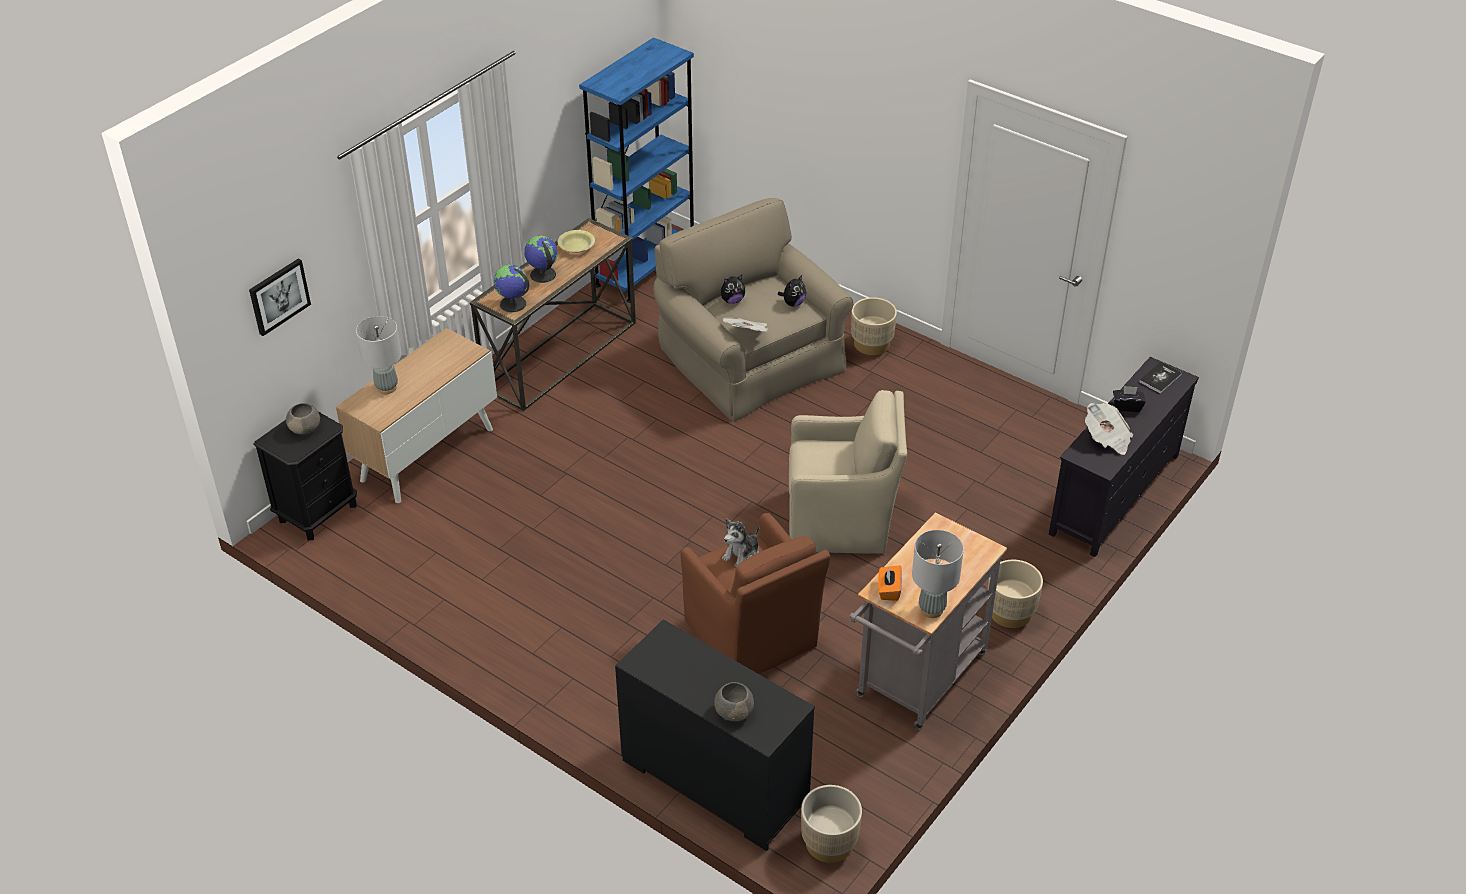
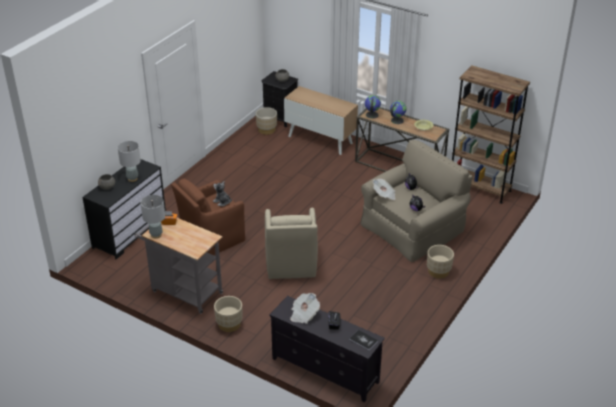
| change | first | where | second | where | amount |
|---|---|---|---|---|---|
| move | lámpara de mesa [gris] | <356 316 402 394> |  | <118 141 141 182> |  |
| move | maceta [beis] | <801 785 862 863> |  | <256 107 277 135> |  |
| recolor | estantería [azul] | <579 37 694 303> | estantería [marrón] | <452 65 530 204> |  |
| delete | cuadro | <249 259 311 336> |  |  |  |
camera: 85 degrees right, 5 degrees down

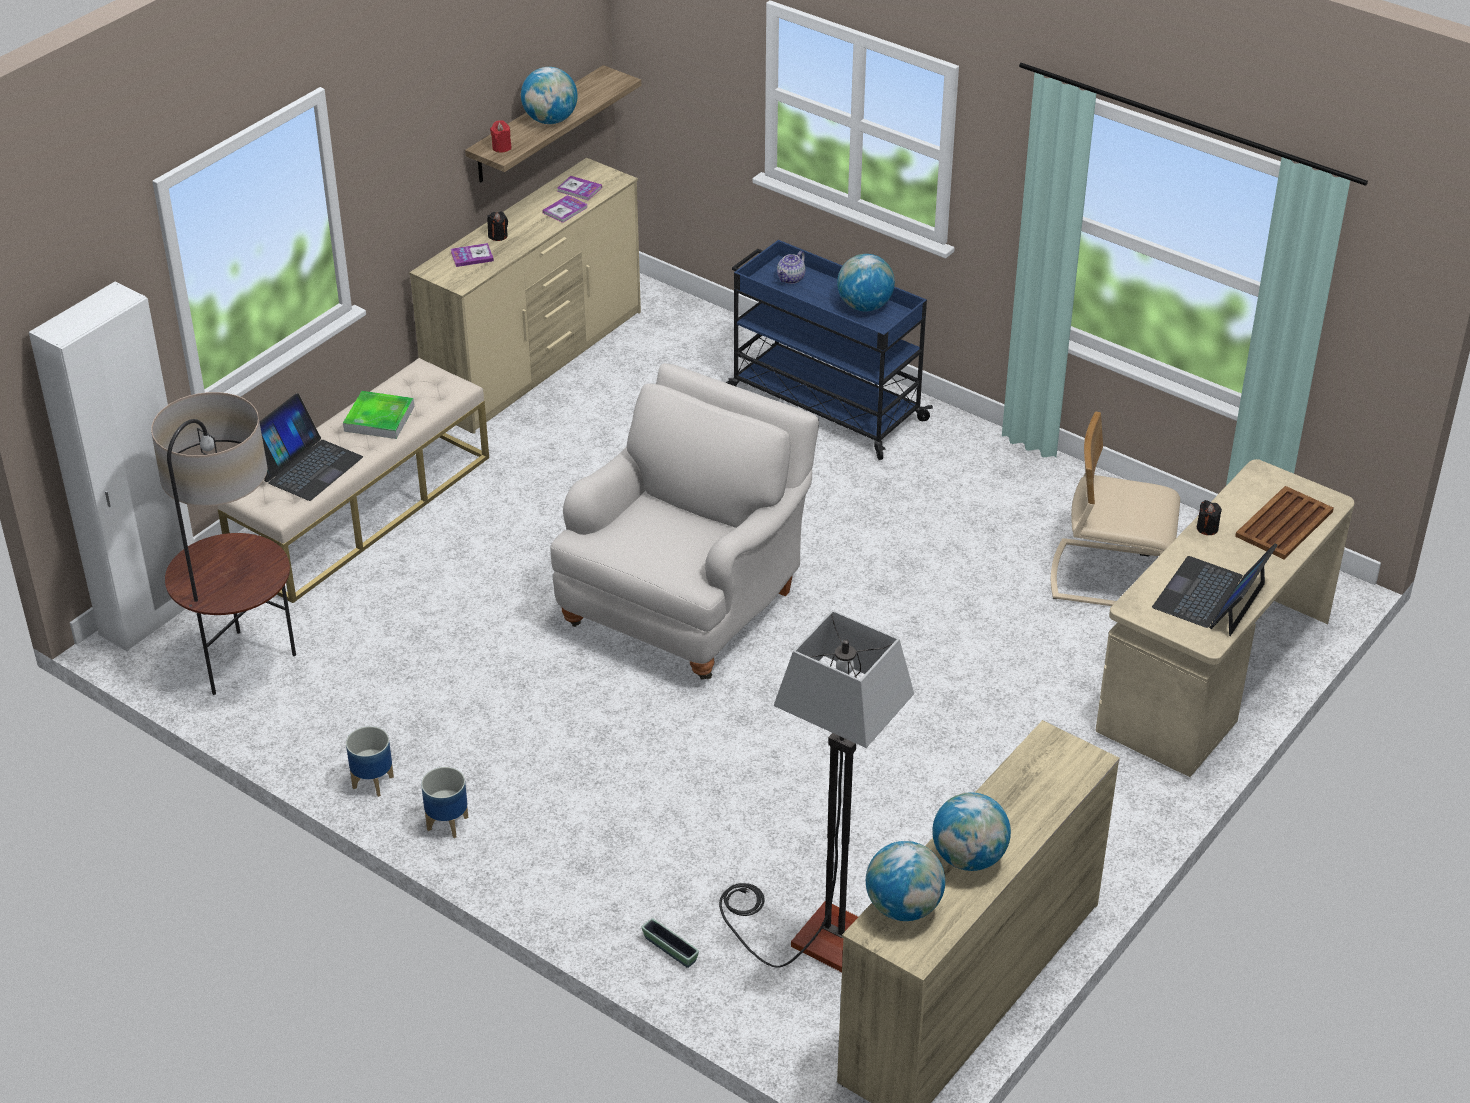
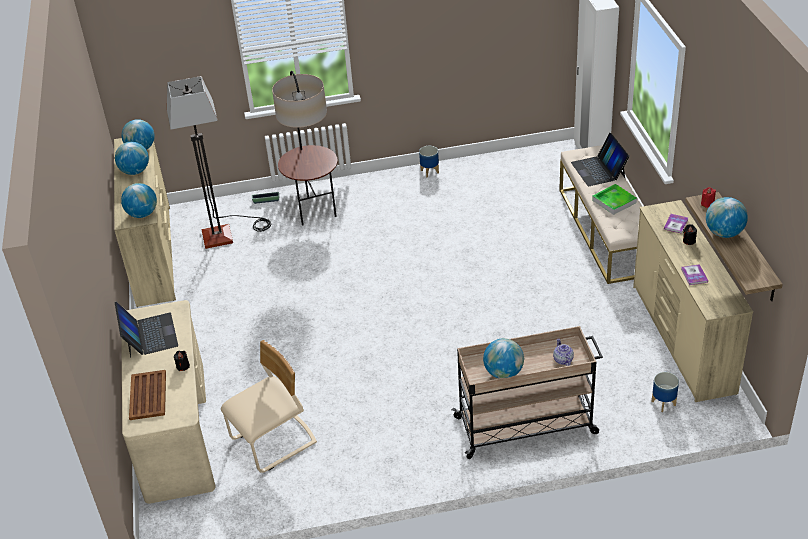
| change | first | where | second | where | amount |
|---|---|---|---|---|---|
| insert |  |  | globo terráqueo | <121 183 157 218> |  |
| move | lámpara de pie | <151 392 296 695> |  | <272 71 338 225> |  |
| recolor | carrito [azul] | <726 240 933 460> | carrito [beis] | <452 326 603 459> |  |
| move | maceta | <421 767 468 838> |  | <651 372 679 412> |  |
| delete | sillón [blanco] | <550 363 819 680> |  |  |  |
| delete | libro | <557 176 602 200> |  |  |  |
camera: 135 degrees right, 0 degrees up

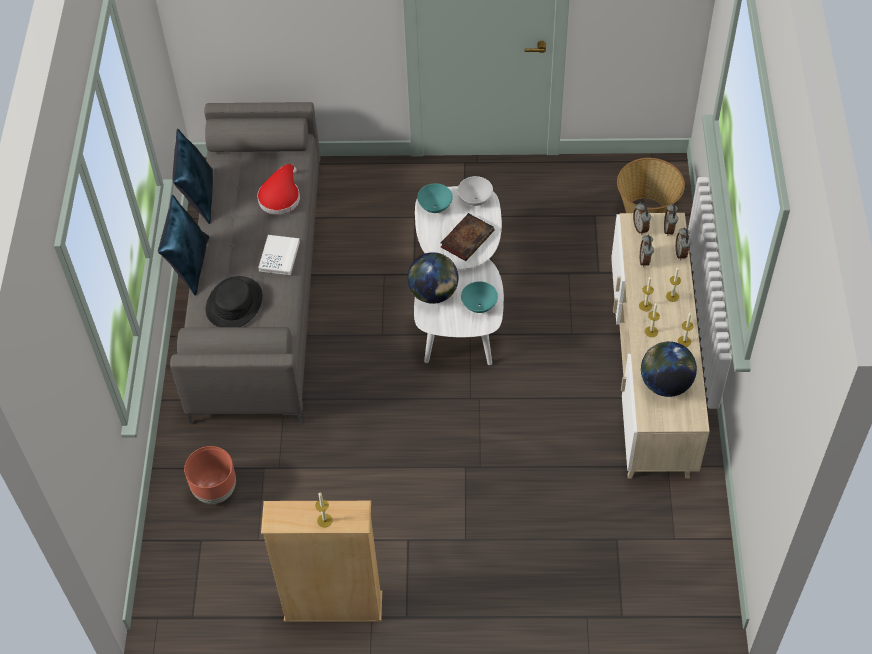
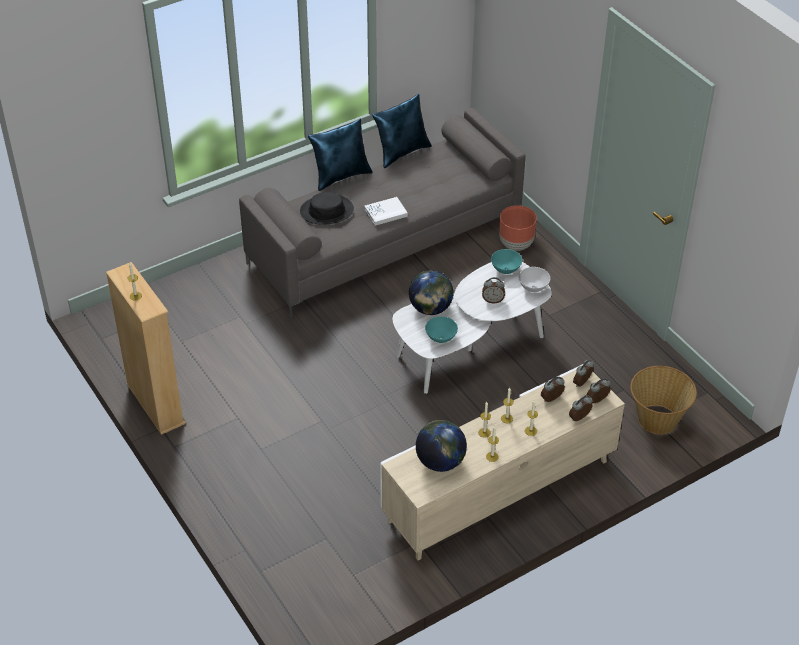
| change | first | where | second | where | amount |
|---|---|---|---|---|---|
| replace | libro | <441 213 494 261> | despertador | <482 277 505 304> |  |
| move | maceta [marrón] | <184 446 236 504> |  | <499 205 537 251> |  |
| delete | sombrero [rojo] | <257 164 300 215> |  |  |  |
camera: 55 degrees right, 10 degrees down

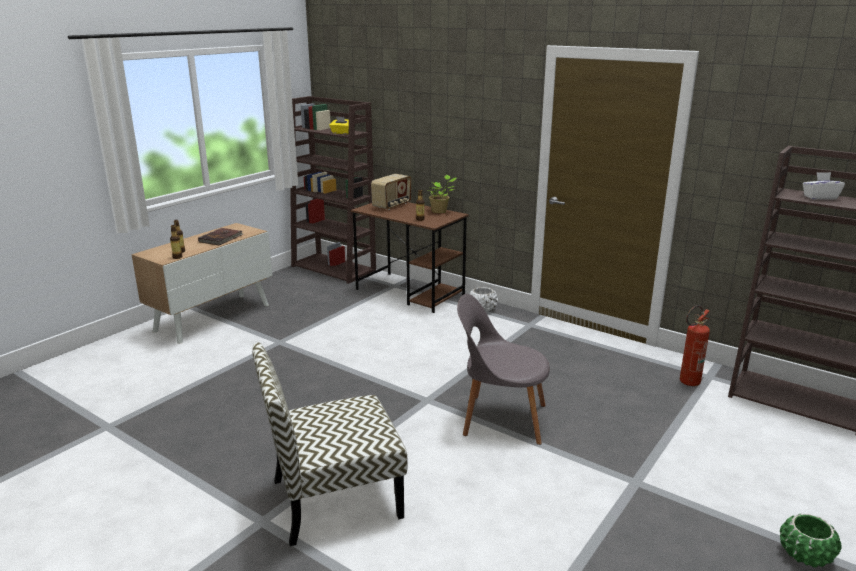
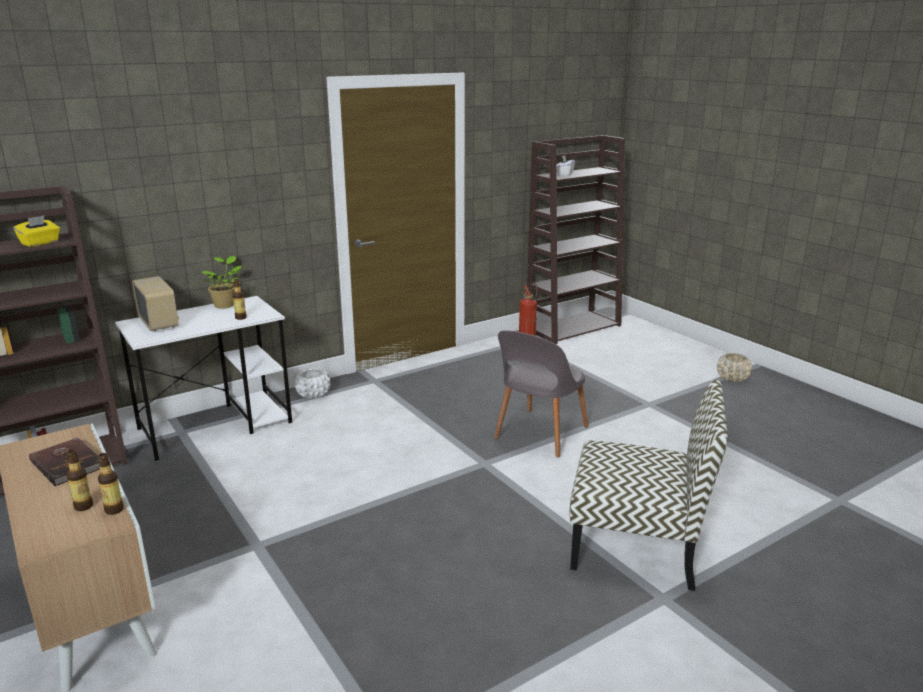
| change | first | where | second | where | amount |
|---|---|---|---|---|---|
| recolor | escritorio [marrón] | <351 202 469 313> | escritorio [blanco] | <115 296 292 461> |  |
| rotate | silla | <252 343 407 546> |  | <569 379 728 591> | 75 degrees counterclockwise |
| recolor | maceta [verde] | <780 514 842 567> | maceta [beis] | <717 353 752 382> |  |
camera: 70 degrees left, 0 degrees up

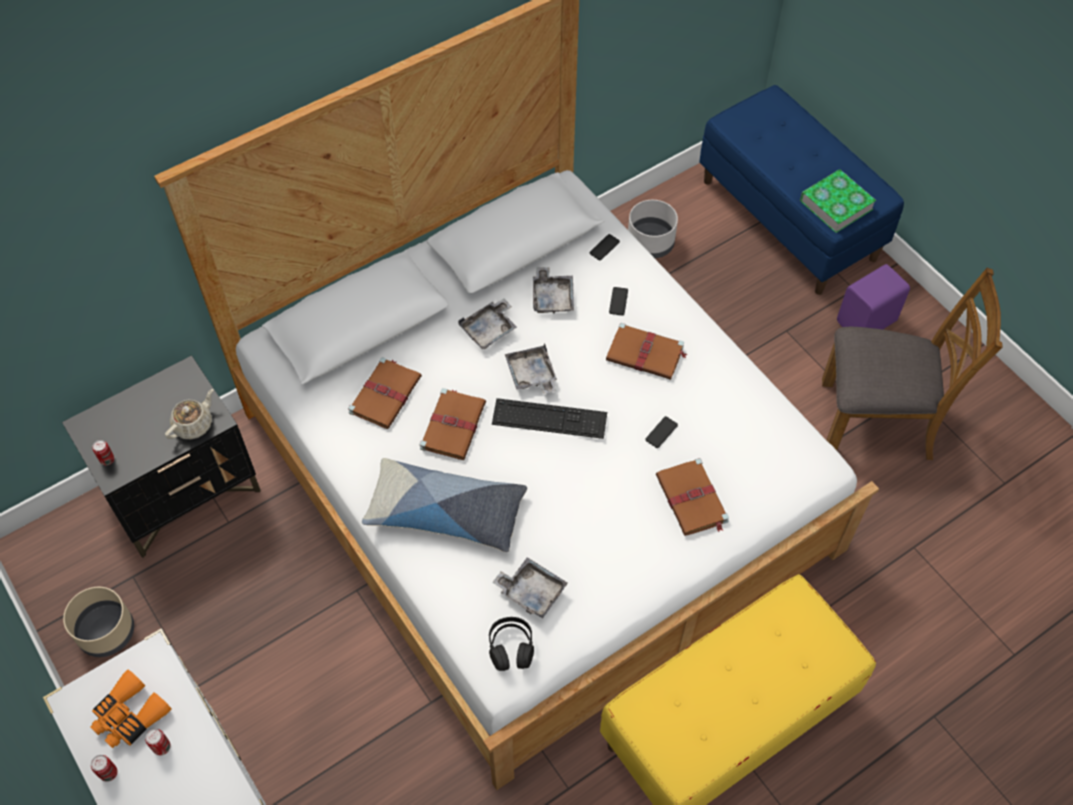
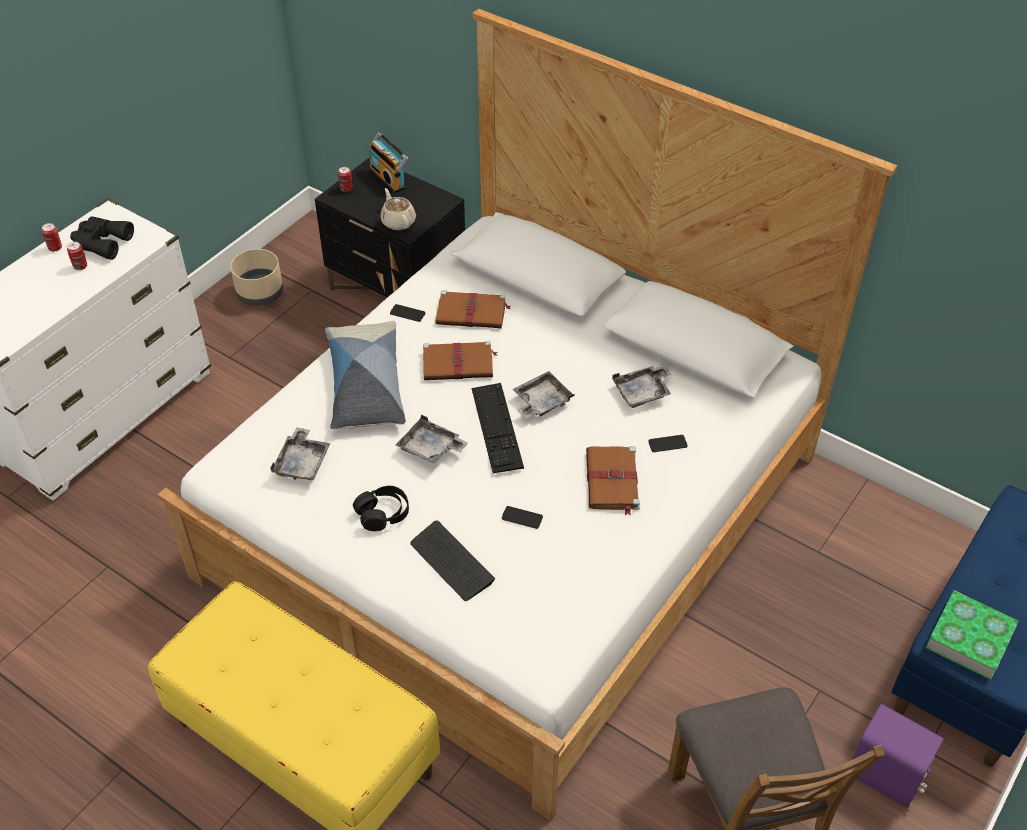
| change | first | where | second | where | amount |
|---|---|---|---|---|---|
| recolor | prismáticos [naranja] | <90 670 171 748> | prismáticos [negro] | <70 216 134 260> |  |
| move | auriculares [negro] | <489 617 534 671> |  | <353 486 409 531> |  |
| insert |  |  | radio | <369 132 408 194> |  |
| rotate | tetera [beis] | <165 389 213 439> |  | <380 188 416 230> | 135 degrees counterclockwise |
| move | móvil | <589 234 620 260> |  | <390 304 425 322> |  |
| move | bandeja [gris] | <458 299 517 350> |  | <396 415 468 464> |  |
| replace | libro [marrón] | <656 458 729 536> | teclado | <410 521 495 601> |  |
| delete | maceta [gris] | <628 200 678 258> |  |  |  |
camera: 70 degrees right, 10 degrees down

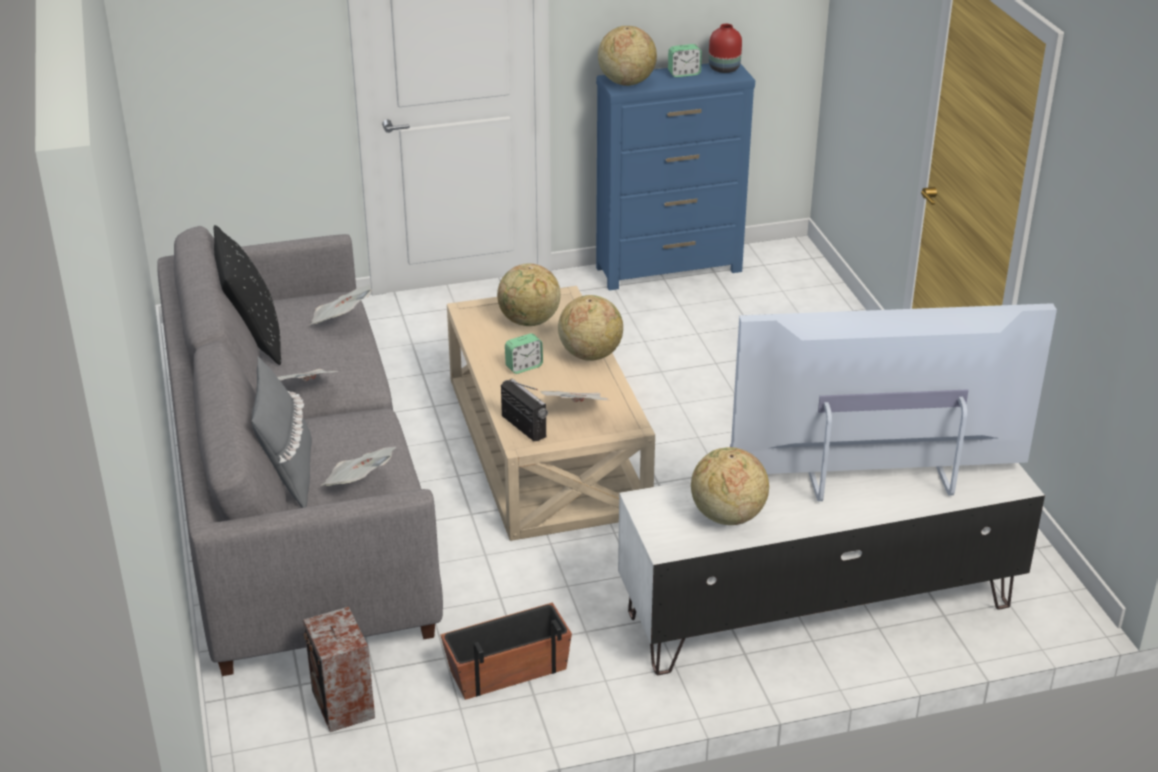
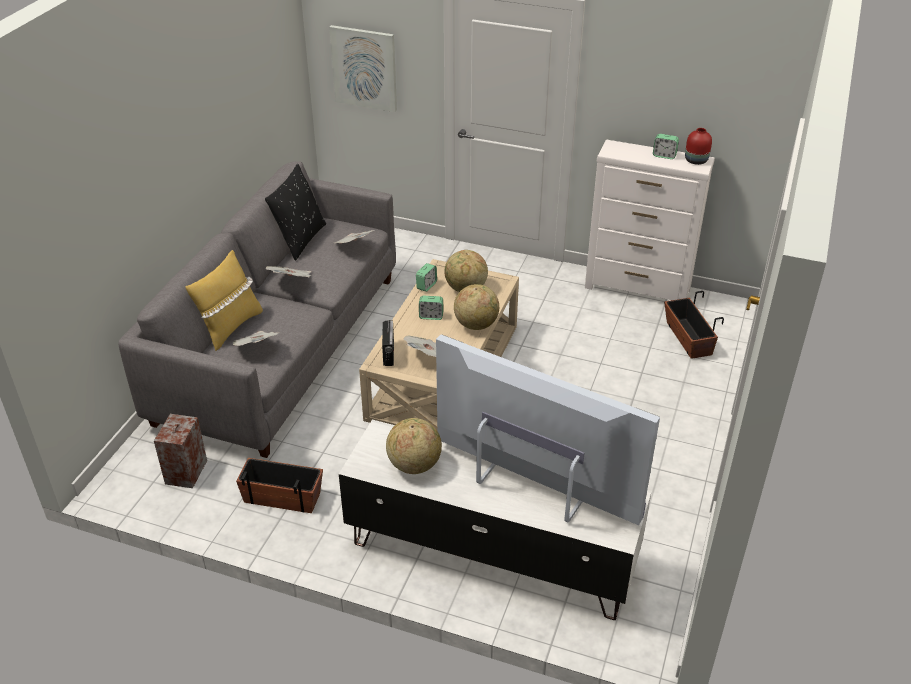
| change | first | where | second | where | amount |
|---|---|---|---|---|---|
| recolor | cojín [gris] | <251 356 312 508> | cojín [amarillo] | <185 250 263 351> |  |
| insert |  |  | cuadro | <329 25 397 112> |  |
| insert |  |  | despertador | <416 263 437 292> |  |
| recolor | cómoda [azul] | <596 63 755 290> | cómoda [blanco] | <585 140 715 300> |  |
| insert |  |  | maceta | <664 291 724 359> |  |
| delete | globo terráqueo | <598 26 657 86> |  |  |  |
camera: 35 degrees right, 5 degrees up

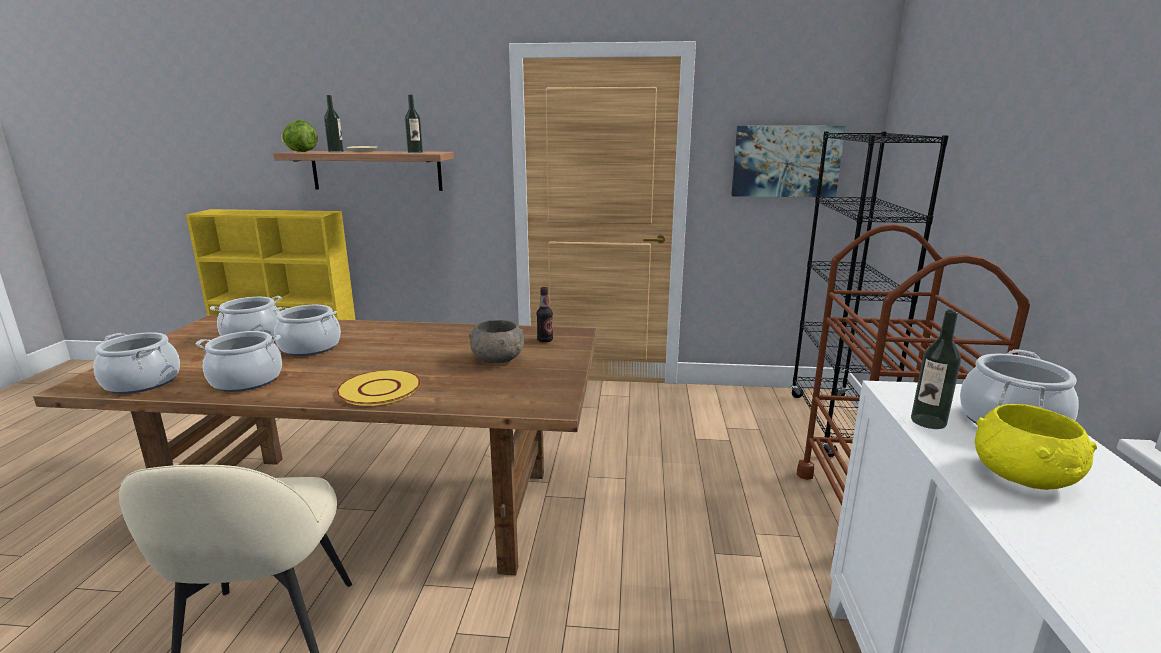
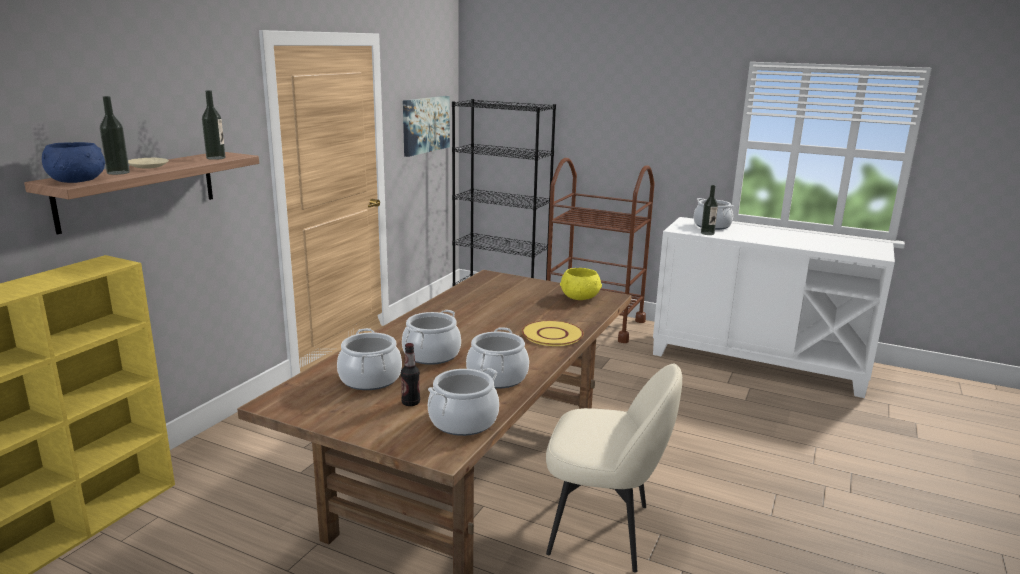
| change | first | where | second | where | amount |
|---|---|---|---|---|---|
| replace | lechuga | <281 120 318 152> | cuenco [azul] | <42 142 105 183> |  |
| move | botella | <537 287 553 343> |  | <401 343 420 406> |  |
| move | cuenco [amarillo] | <975 404 1097 490> |  | <560 268 602 300> |  |
| delete | cuenco [gris] | <469 320 524 363> |  |  |  |
camera: 70 degrees left, 0 degrees up

